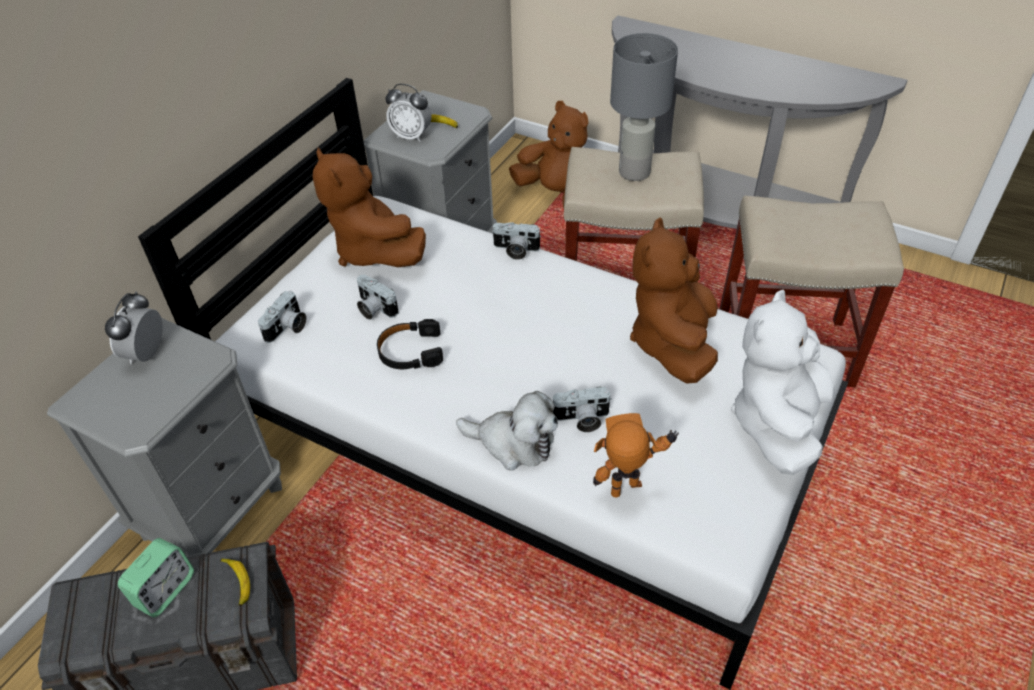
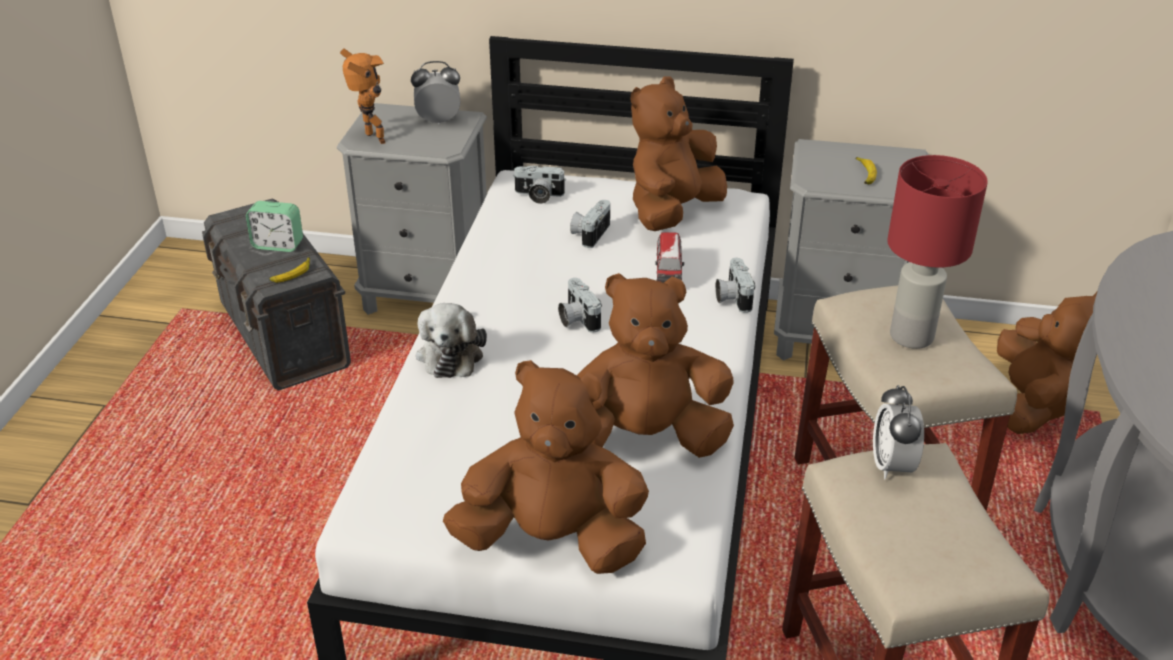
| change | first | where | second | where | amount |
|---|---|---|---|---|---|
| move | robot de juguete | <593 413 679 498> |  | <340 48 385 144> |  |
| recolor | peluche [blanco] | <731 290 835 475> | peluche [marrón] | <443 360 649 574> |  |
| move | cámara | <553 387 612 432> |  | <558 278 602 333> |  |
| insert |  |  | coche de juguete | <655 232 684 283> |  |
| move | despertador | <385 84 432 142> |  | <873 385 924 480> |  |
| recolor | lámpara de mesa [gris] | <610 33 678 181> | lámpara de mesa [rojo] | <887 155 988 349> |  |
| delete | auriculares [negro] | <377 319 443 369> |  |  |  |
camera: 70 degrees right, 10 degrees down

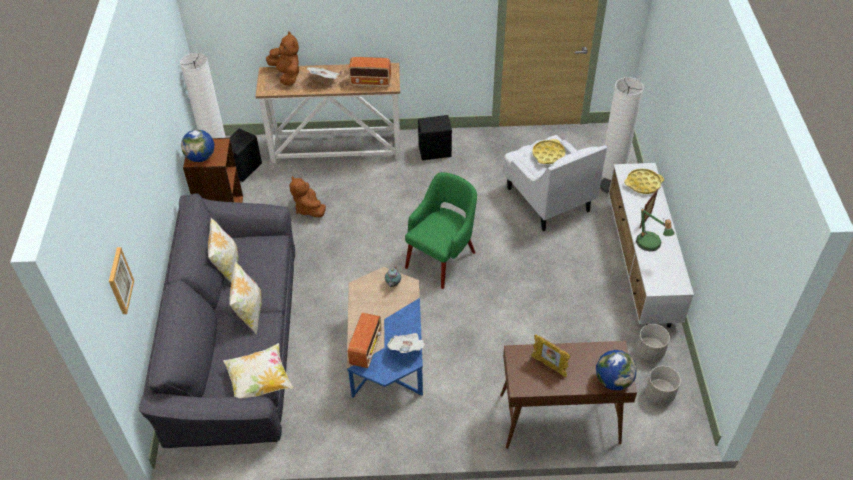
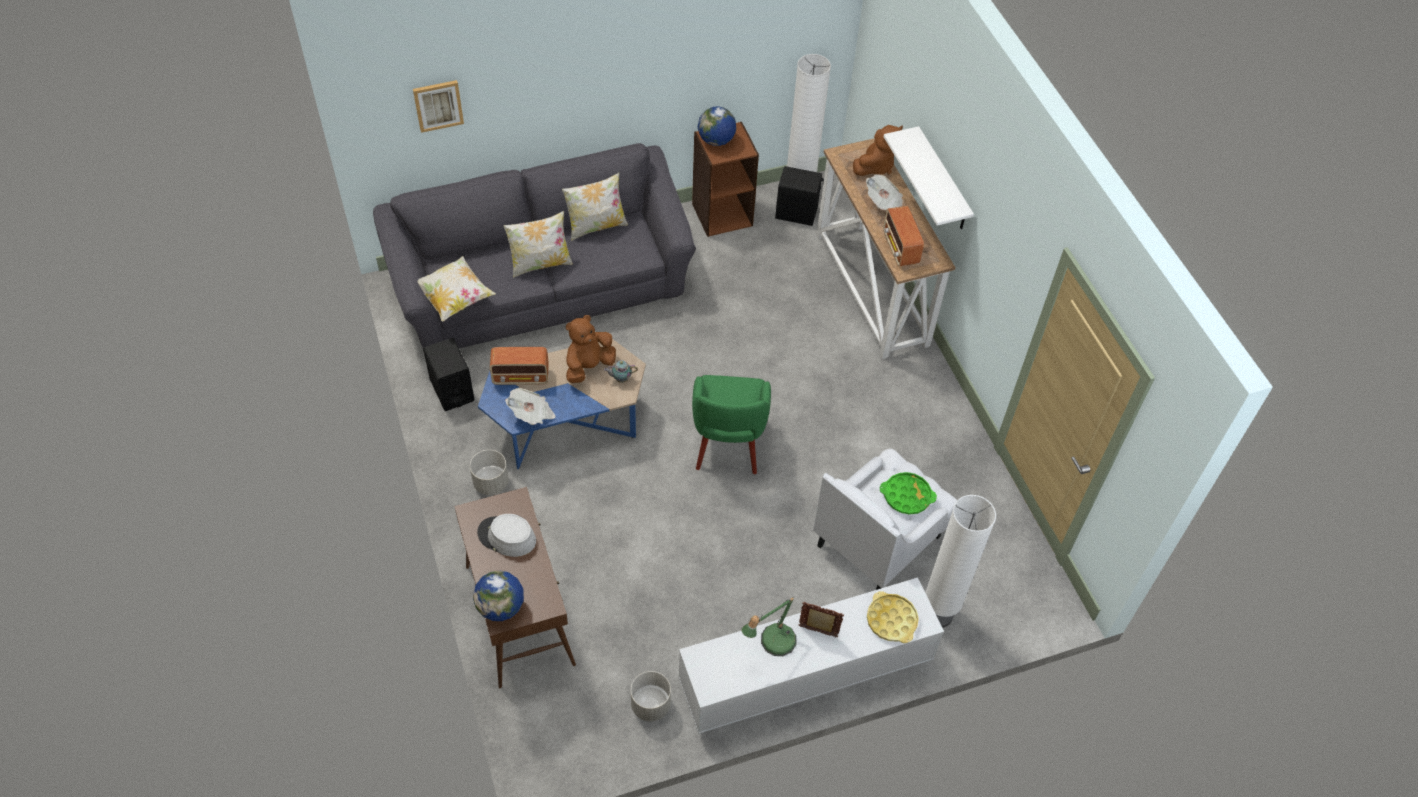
| change | first | where | second | where | amount |
|---|---|---|---|---|---|
| move | altavoz [negro] | <418 115 452 160> |  | <423 338 474 411> |  |
| move | maceta [gris] | <646 366 681 404> |  | <470 450 509 495> |  |
| replace | portarretratos | <532 334 570 377> | sombrero [gris] | <477 514 536 557> |  |
| move | peluche [marrón] | <289 176 326 217> |  | <566 315 616 383> |  |
| rotate | sillón [verde] | <405 172 477 289> |  | <692 375 771 474> | 75 degrees clockwise |
| recolor | bandeja [amarillo] | <532 139 565 164> | bandeja [verde] | <880 472 937 514> |  |
| insert |  |  | estante [blanco] | <884 126 974 229> |  |
camera: 70 degrees right, 5 degrees up

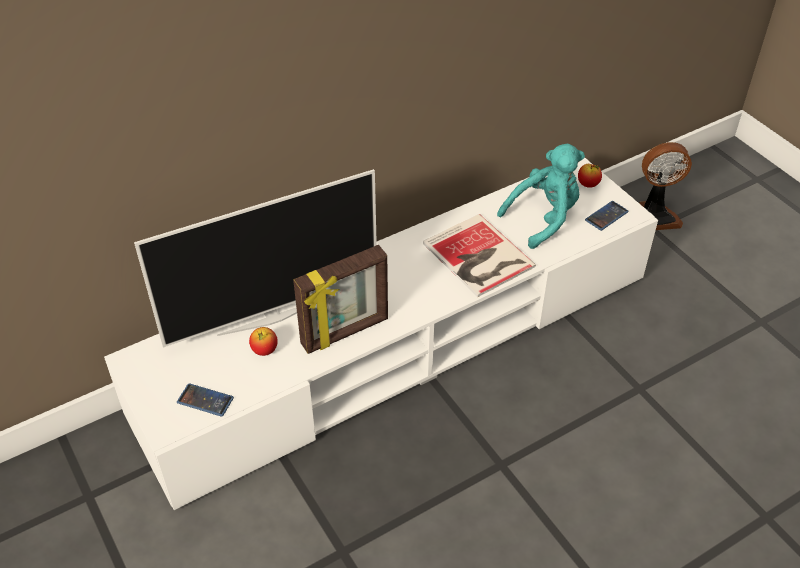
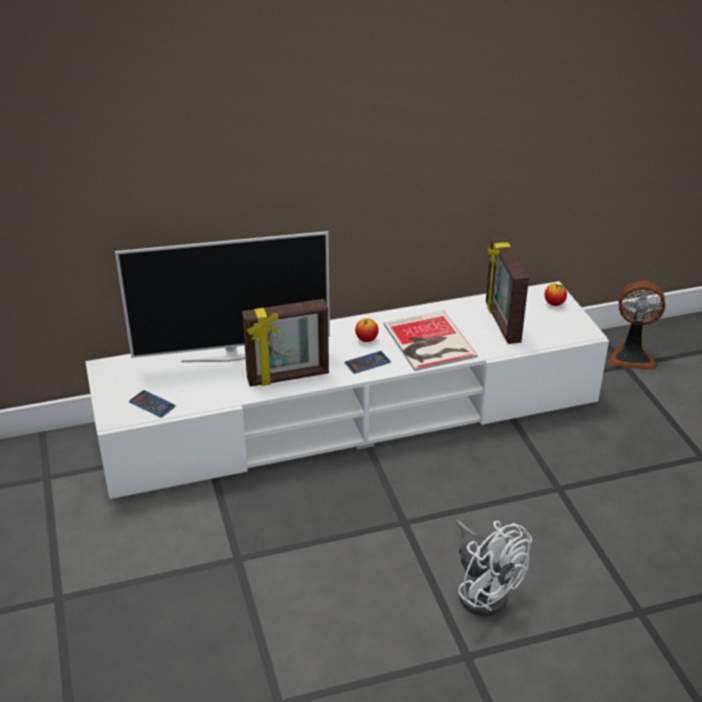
| change | first | where | second | where | amount |
|---|---|---|---|---|---|
| move | móvil | <585 201 628 231> |  | <345 351 391 374> |  |
| move | manzana | <249 327 278 356> |  | <355 318 379 342> |  |
| insert |  |  | ventilador [blanco] | <456 520 532 617> |  |
| replace | peluche [turquesa] | <497 144 585 249> | portarretratos | <486 237 529 344> |  |
camera: 15 degrees right, 10 degrees down

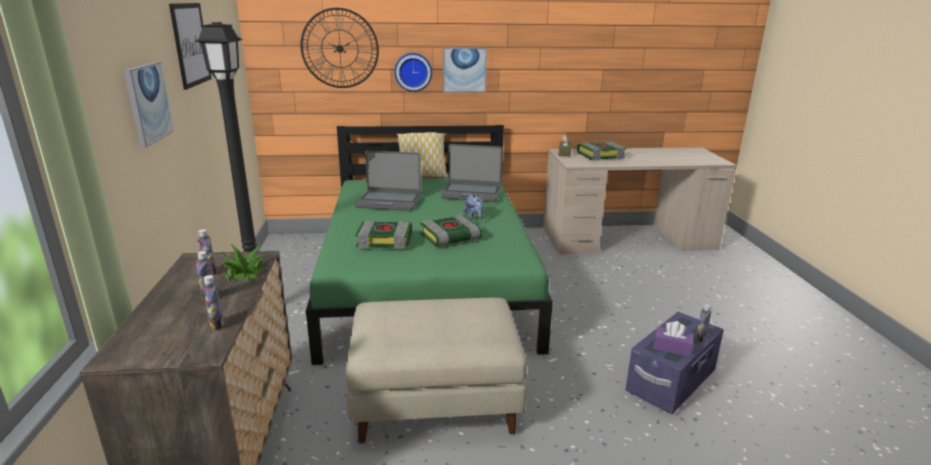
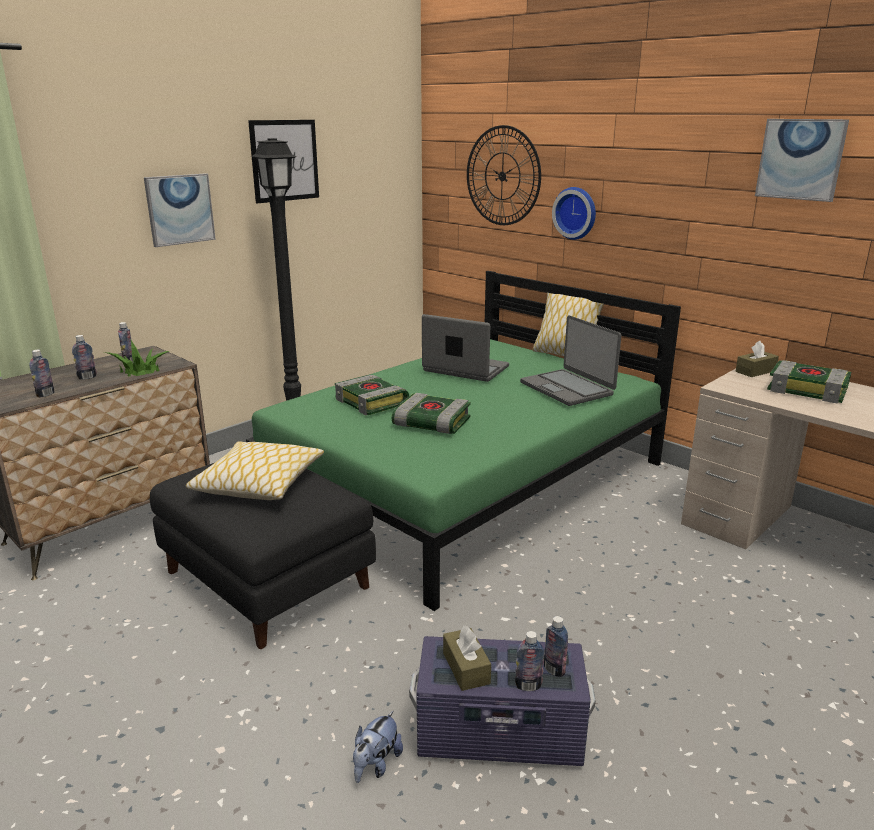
| change | first | where | second | where | amount |
|---|---|---|---|---|---|
| recolor | puf [beis] | <346 298 527 444> | puf [negro] | <150 463 376 649> |  |
| insert |  |  | cojín | <186 441 324 500> |  |
| move | peluche | <463 194 483 219> |  | <353 710 403 783> |  |
| rotate | portátil | <355 150 421 211> |  | <422 314 509 382> | 150 degrees clockwise |
| recolor | caja de pañuelos [morado] | <653 321 694 357> | caja de pañuelos [marrón] | <443 625 491 691> |  |
| insert |  |  | botella | <544 616 568 677> |  |
| move | cuadro | <443 47 487 93> |  | <755 119 849 202> |  |
camera: 50 degrees right, 0 degrees up

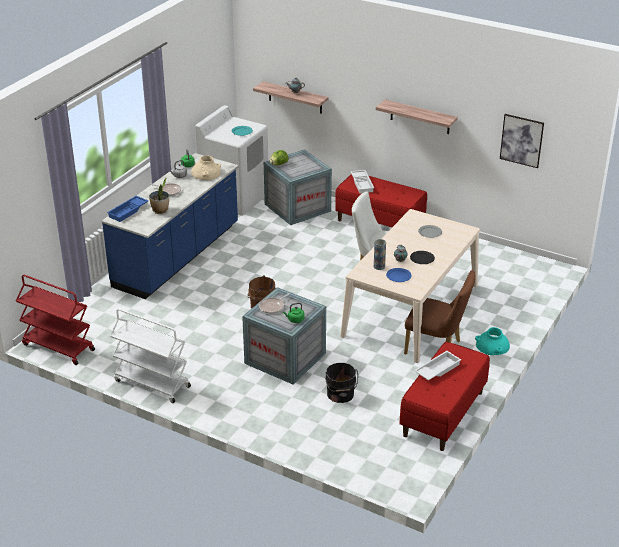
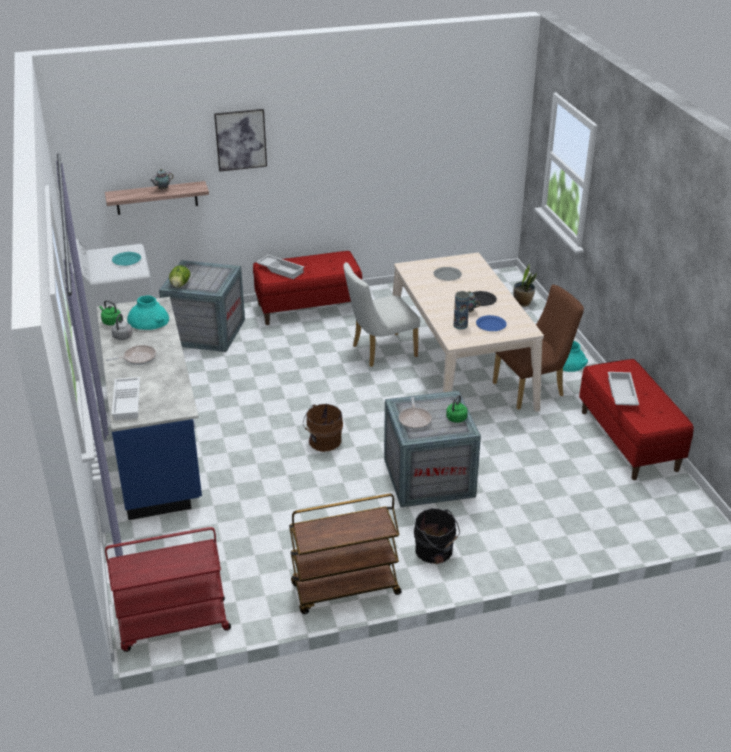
| change | first | where | second | where | amount |
|---|---|---|---|---|---|
| recolor | bandeja [azul] | <107 196 148 222> | bandeja [blanco] | <111 377 140 420> |  |
| recolor | florero [beis] | <191 155 221 180> | florero [turquesa] | <127 296 169 330> |  |
| move | cuadro | <500 114 544 168> |  | <214 109 267 172> |  |
| recolor | carrito [blanco] | <110 309 191 403> | carrito [marrón] | <289 494 402 614> |  |
| move | cubo [negro] | <325 363 358 403> |  | <414 508 460 564> |  |
| move | planta en maceta | <149 177 169 214> |  | <514 264 537 307> |  |
| delete | estante | <376 100 458 134> |  |  |  |
camera: 45 degrees left, 0 degrees up

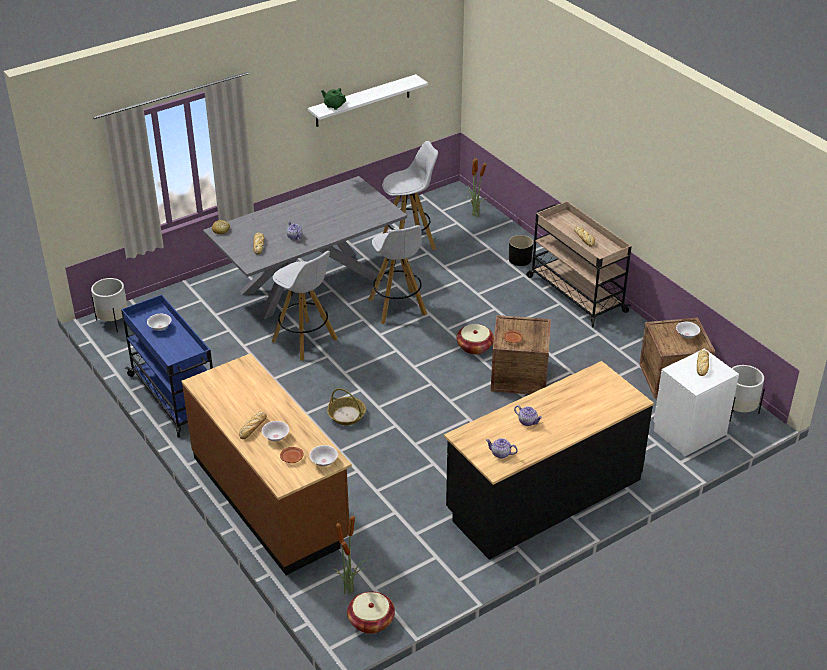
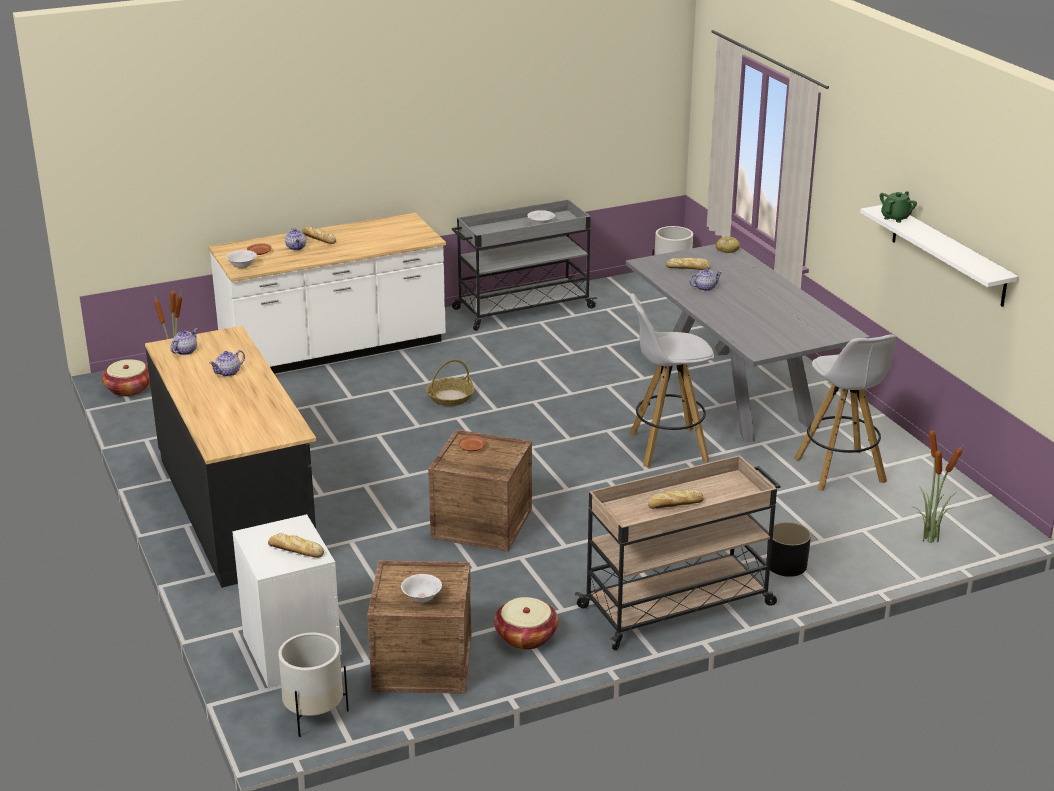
| change | first | where | second | where | amount |
|---|---|---|---|---|---|
| recolor | mueble bajo de cocina [marrón] | <182 353 352 575> | mueble bajo de cocina [blanco] | <208 213 446 374> |  |
| replace | cuenco [blanco] | <262 421 289 441> | tetera | <285 227 306 250> |  |
| recolor | carrito [azul] | <121 295 213 438> | carrito [gris] | <452 199 597 331> |  |
| move | cesta | <456 324 494 355> |  | <494 597 558 650> |  |
| delete | taburete [blanco] | <272 251 338 361> |  |  |  |
camera: 100 degrees right, 10 degrees down

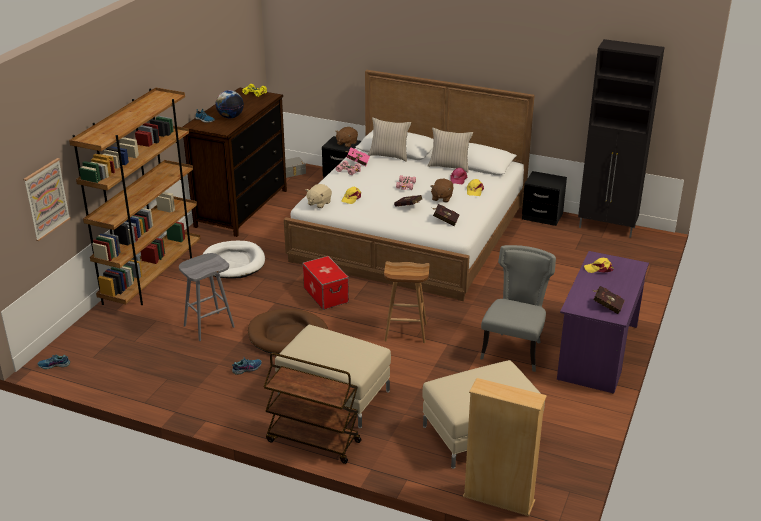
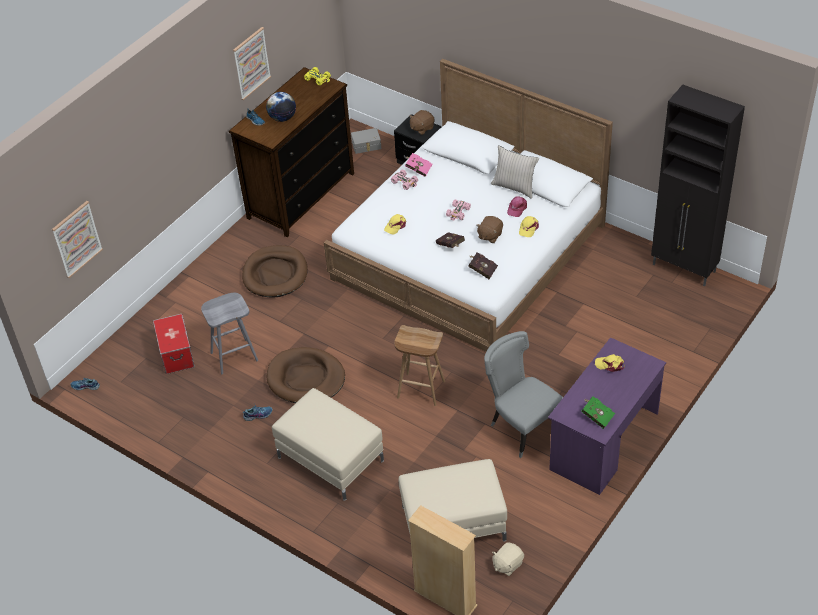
| change | first | where | second | where | amount |
|---|---|---|---|---|---|
| move | caja de almacenaje | <302 256 349 310> |  | <153 314 195 374> |  |
| insert |  |  | cuadro | <233 27 271 100> |  |
| recolor | cama para perro [blanco] | <202 241 265 279> | cama para perro [marrón] | <242 245 308 298> |  |
| rotate | silla [gris] | <480 245 556 372> |  | <484 331 563 458> | 75 degrees counterclockwise |
| move | peluche [beis] | <306 184 332 208> |  | <492 542 524 576> |  |
| recolor | libro [rojo] | <593 286 625 314> | libro [verde] | <581 396 615 429> |  |
| delete | estantería [marrón] | <69 88 200 305> |  |  |  |
| delete | carrito [marrón] | <264 353 361 464> |  |  |  |
| delete | cojín [beis] | <368 117 411 162> |  |  |  |
| delete | mesita de noche [negro] | <522 171 567 226> |  |  |  |
camera: 15 degrees right, 15 degrees up

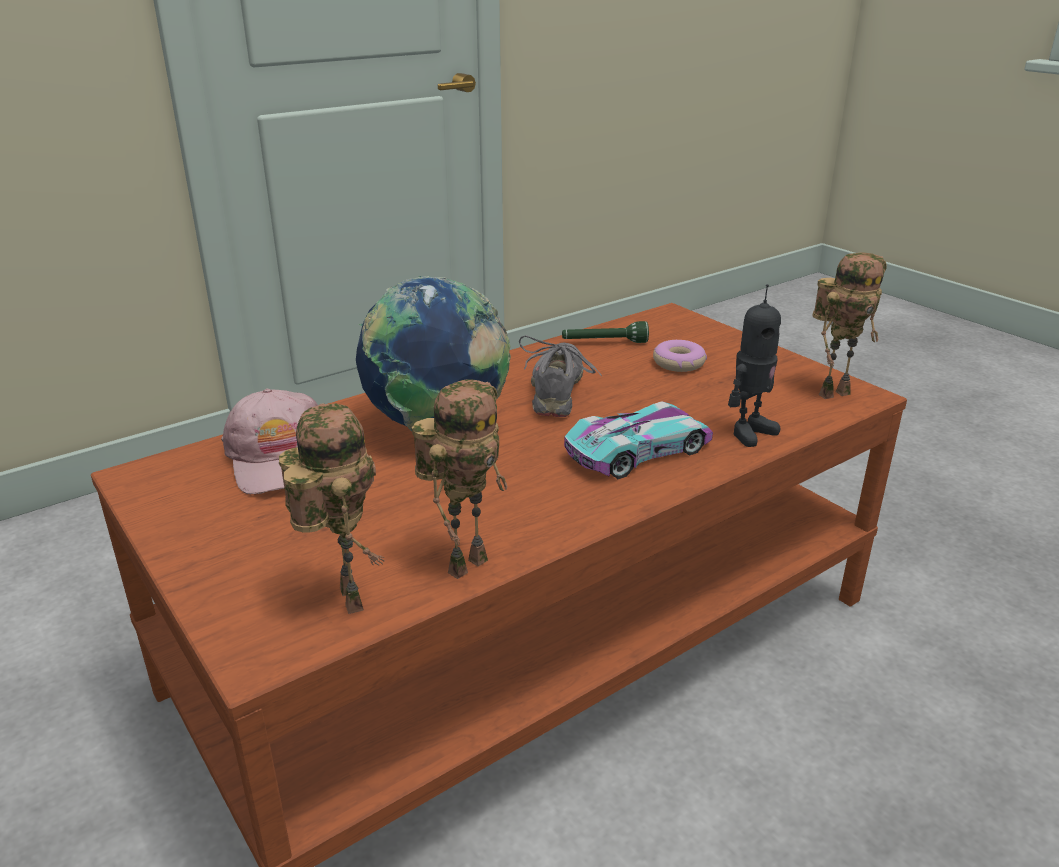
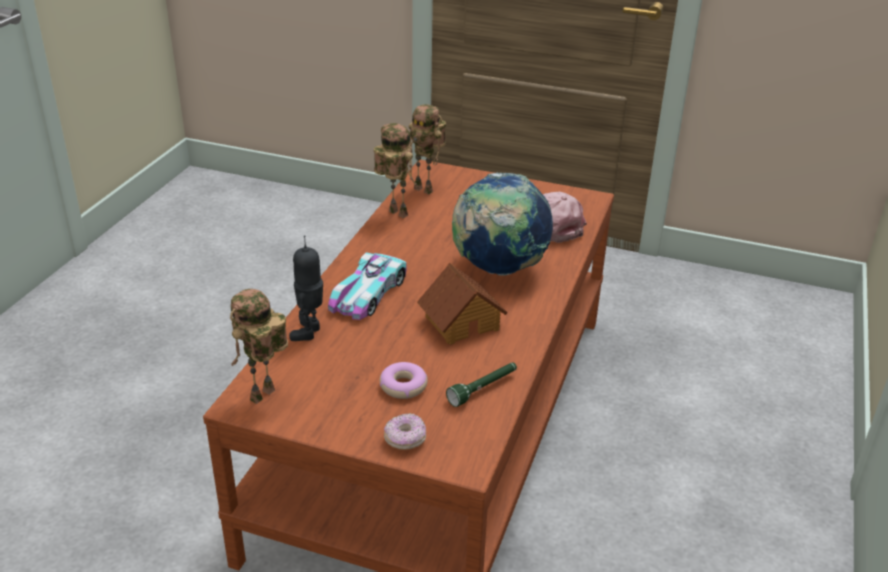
| change | first | where | second | where | amount |
|---|---|---|---|---|---|
| rotate | robot de juguete | <412 380 508 579> |  | <374 123 420 218> | 120 degrees clockwise |
| insert |  |  | rosquilla | <384 413 426 450> |  |
| replace | zapato [gris] | <519 335 602 417> | casita | <417 262 508 345> |  |
camera: 145 degrees right, 5 degrees up

